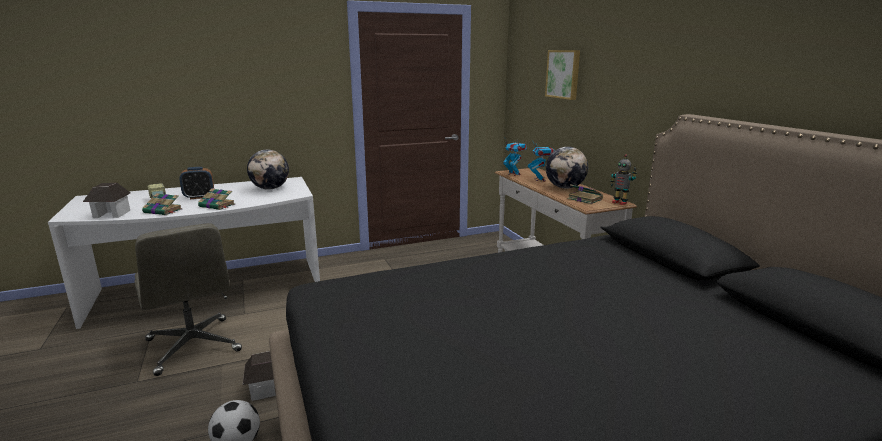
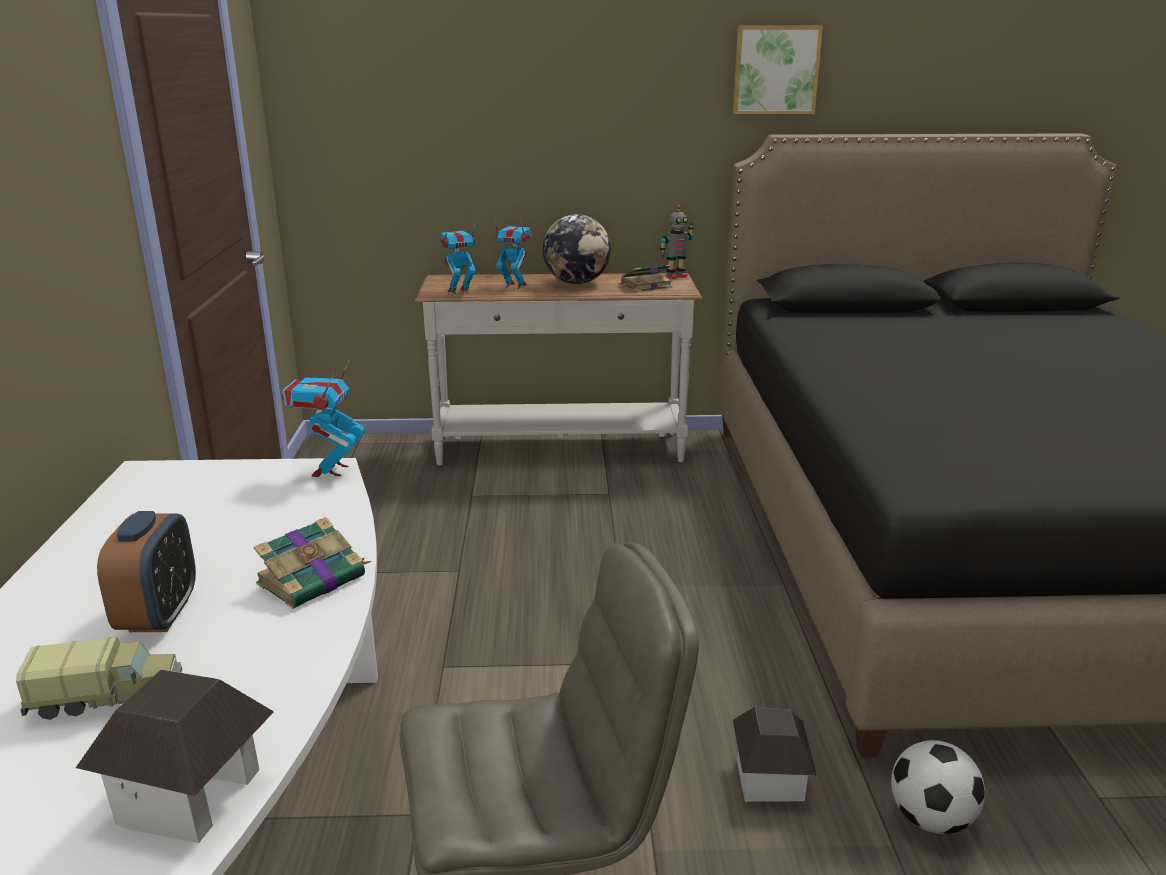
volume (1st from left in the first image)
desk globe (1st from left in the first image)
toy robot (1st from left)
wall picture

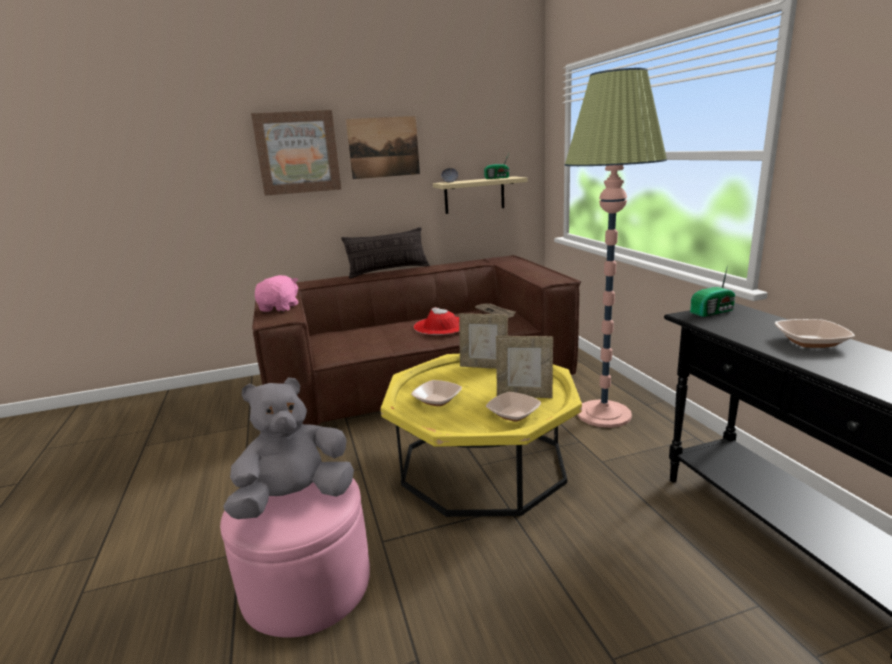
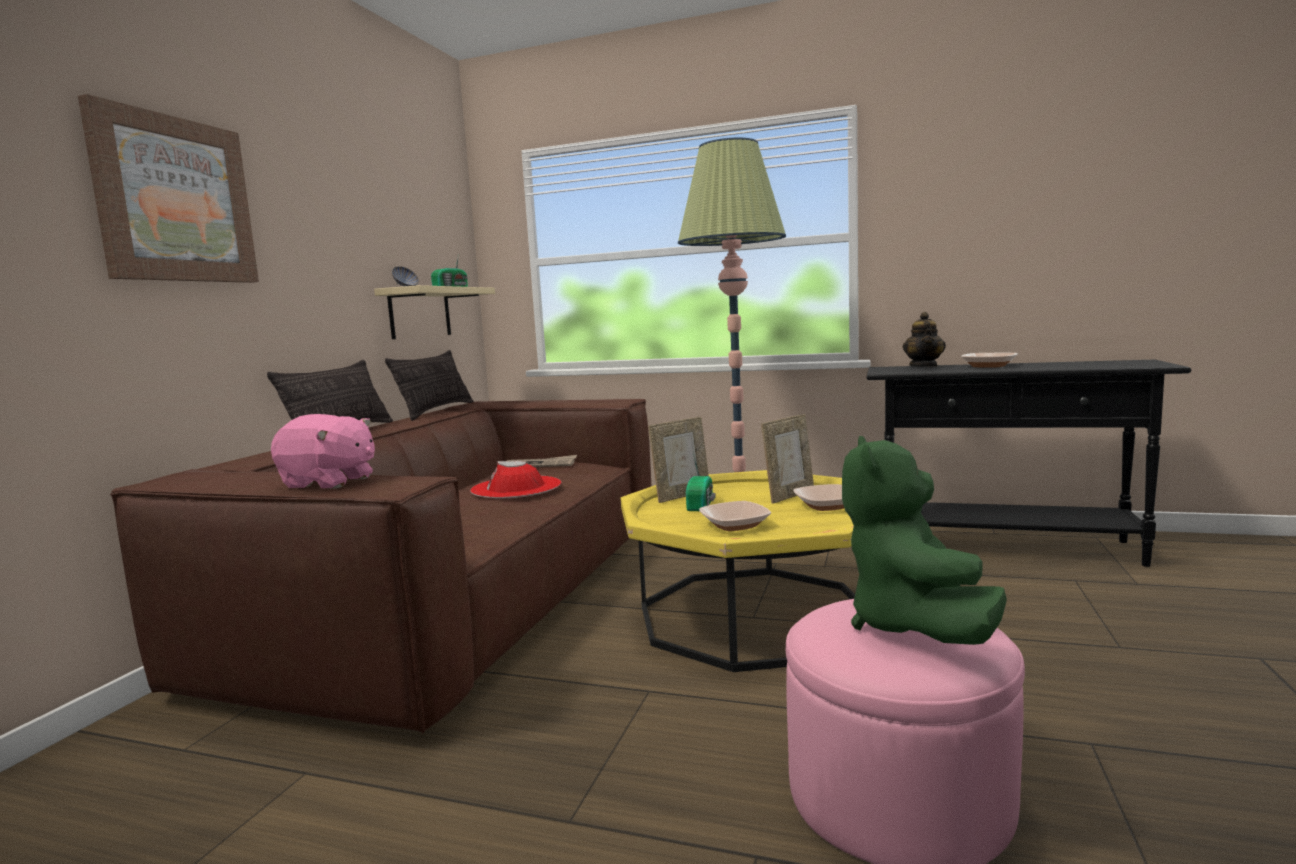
wall picture (2nd from left in the first image)
pillow (2nd from left)
pot for tea
radio set (2nd from left)
green-coloured soft toy
pink soft toy

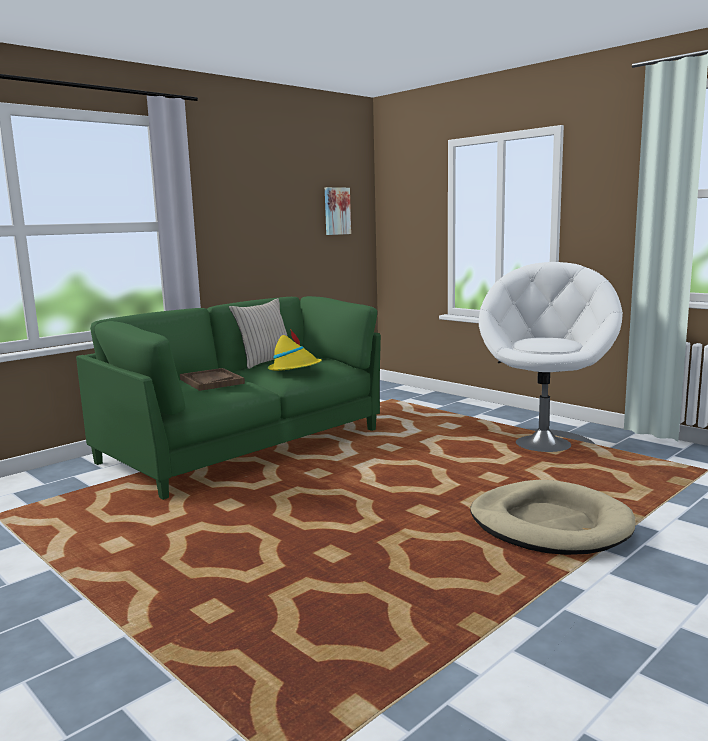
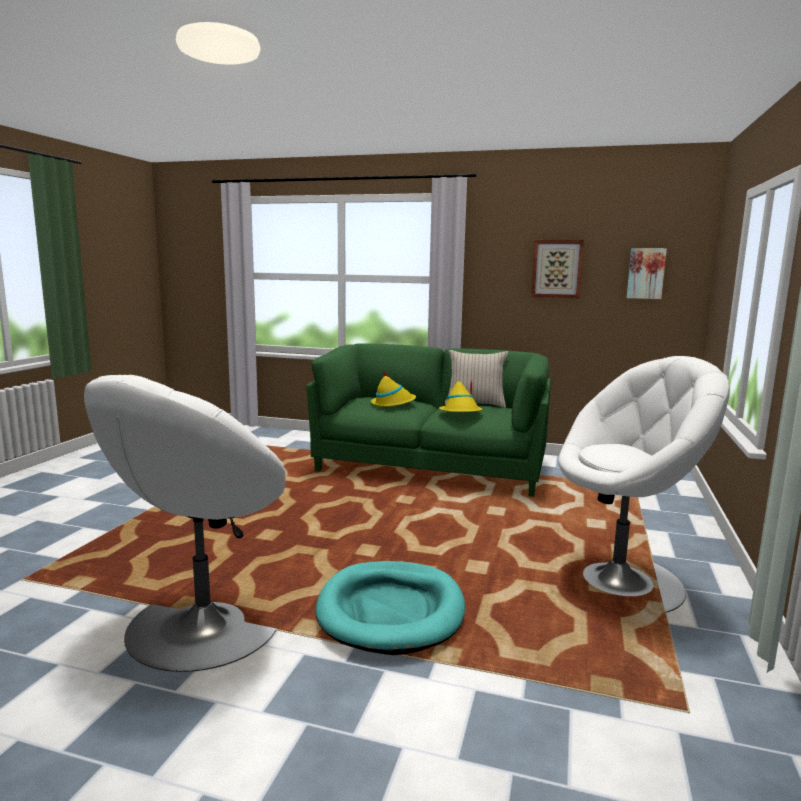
white-coloured armchair (1st from left)
wall picture (1st from left)
yellow hat (1st from left)
turquoise dog bed

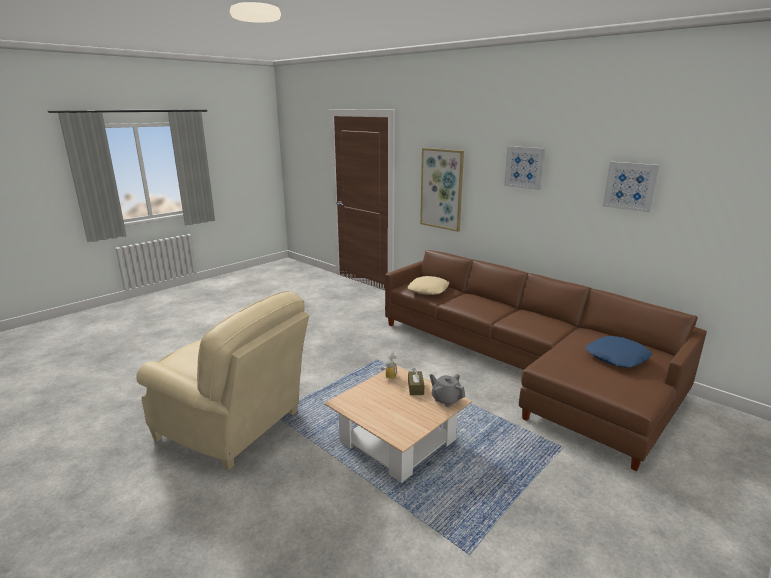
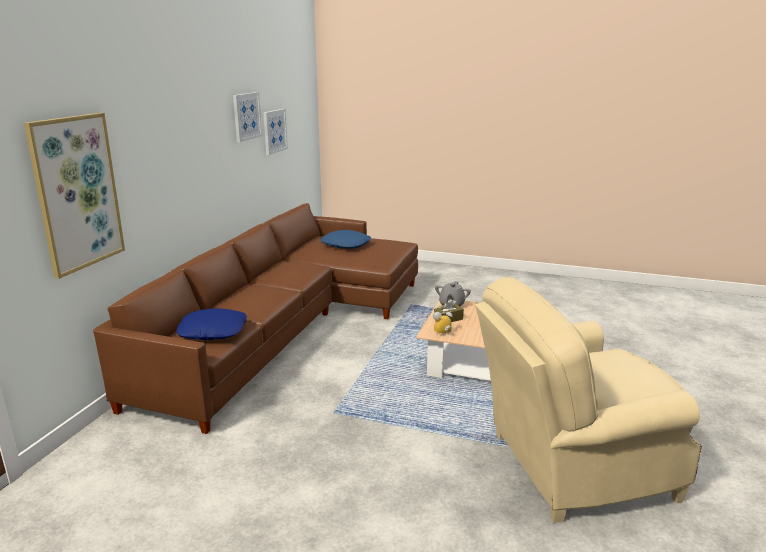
wall picture (3rd from left)
bluish pillow (1st from left)
beige-coloured armchair

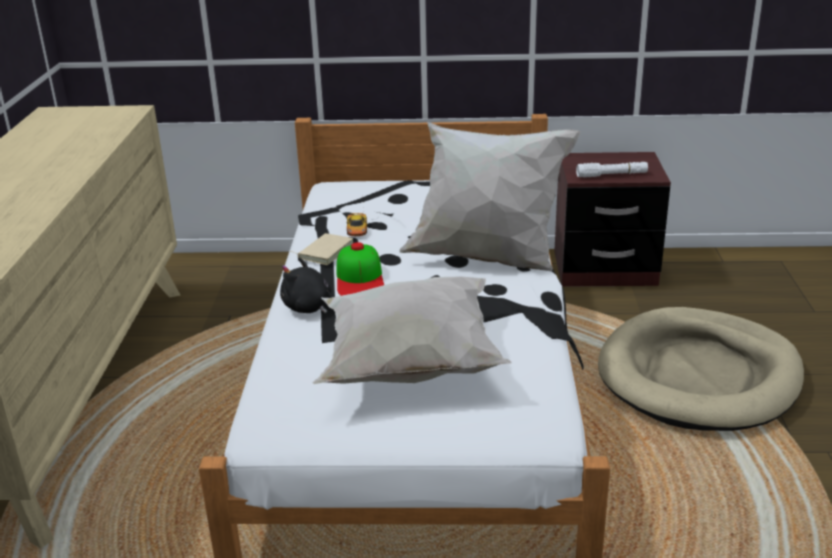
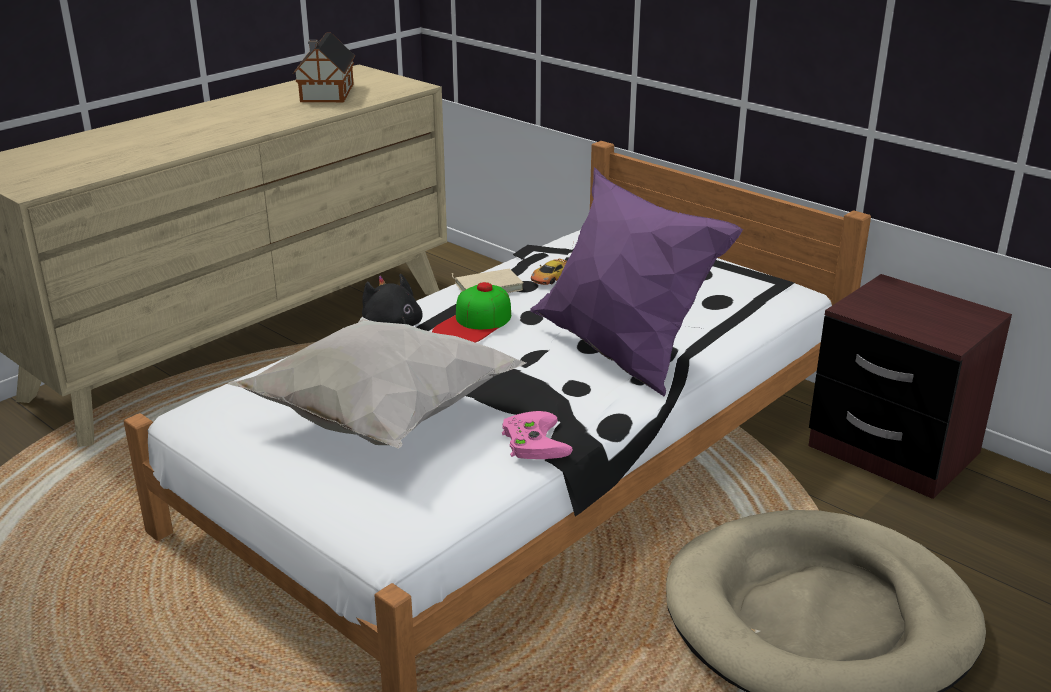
white-coloured torch
model house
pink joypad
purple pillow

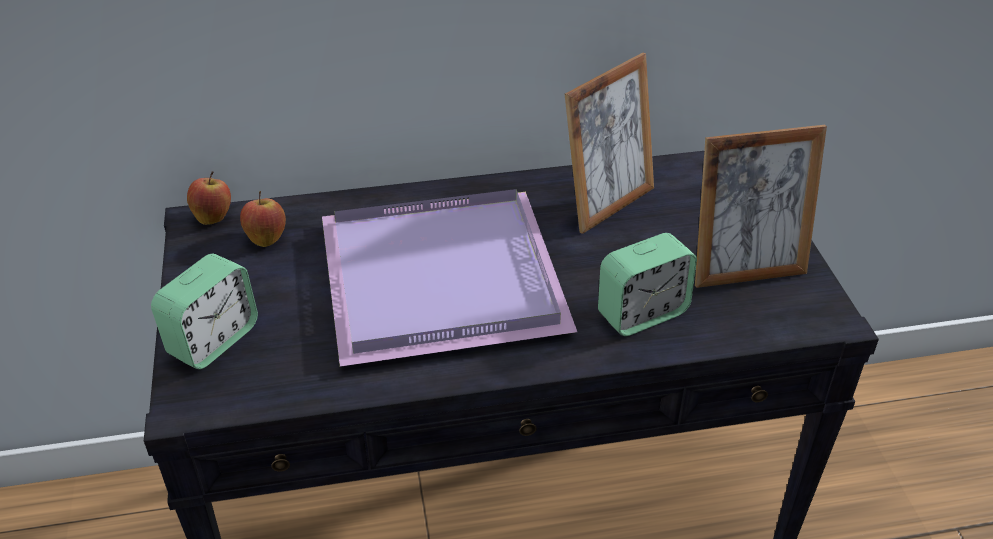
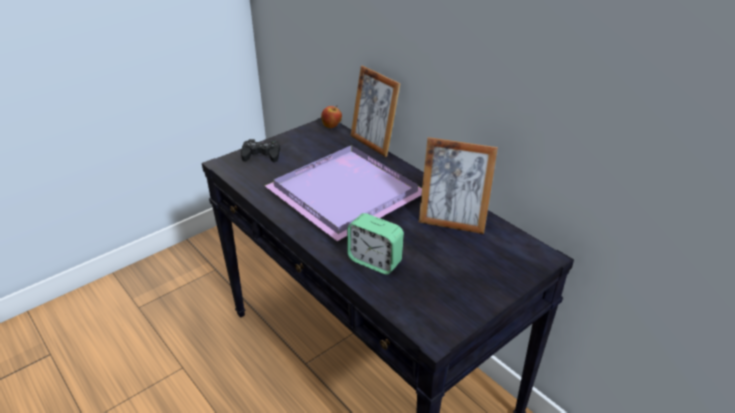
whole apple (2nd from left in the first image)
picture frame (1st from left)
black-coloured joypad

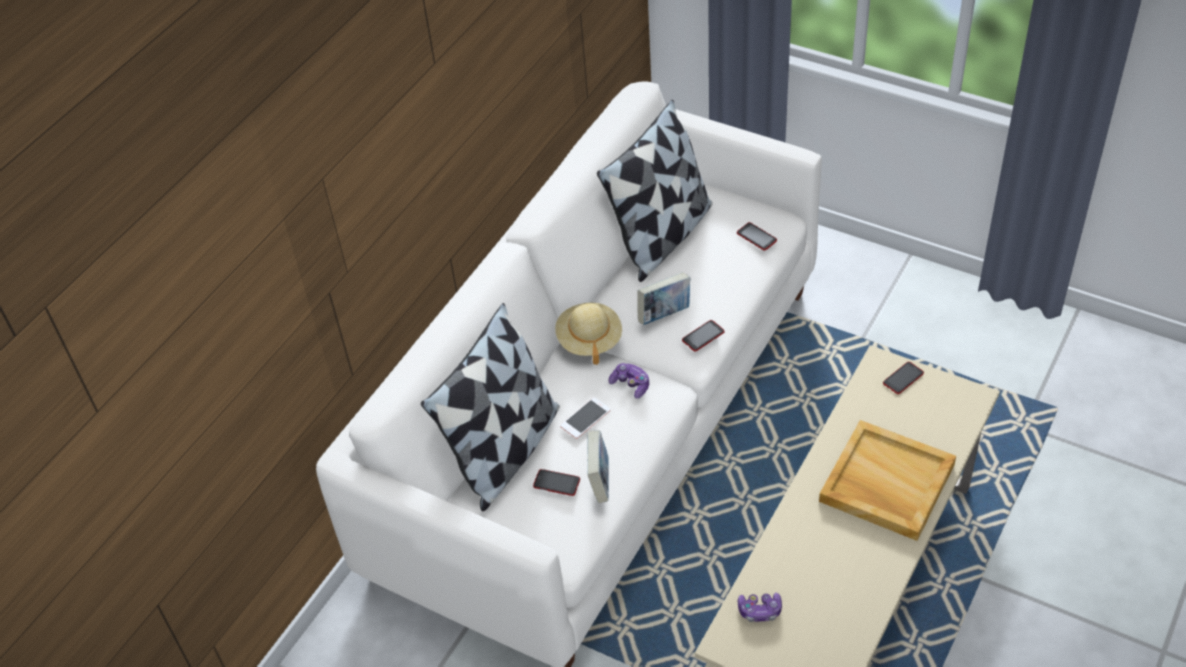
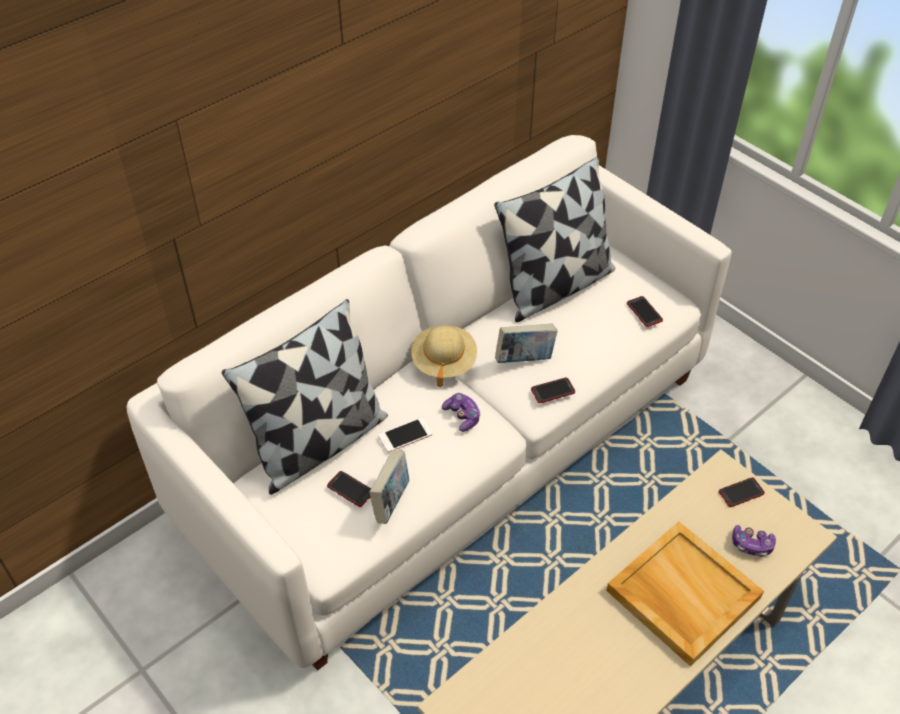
joypad (2nd from left)

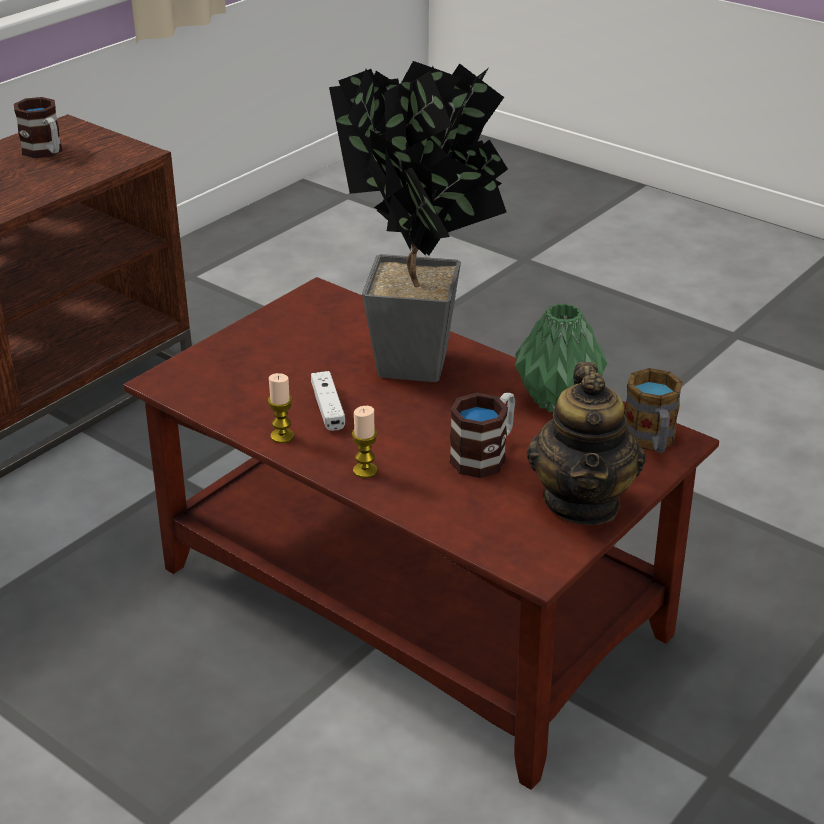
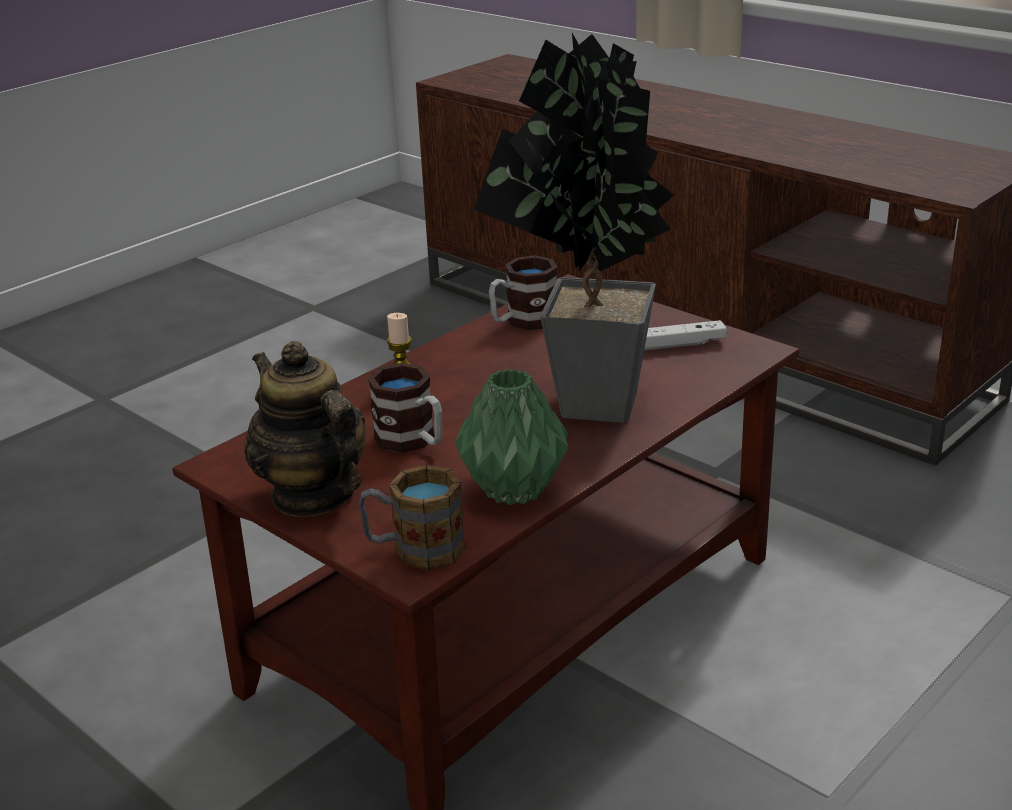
wax candle (1st from left in the first image)
mug (3rd from left)
white-coloured joypad
pot for tea

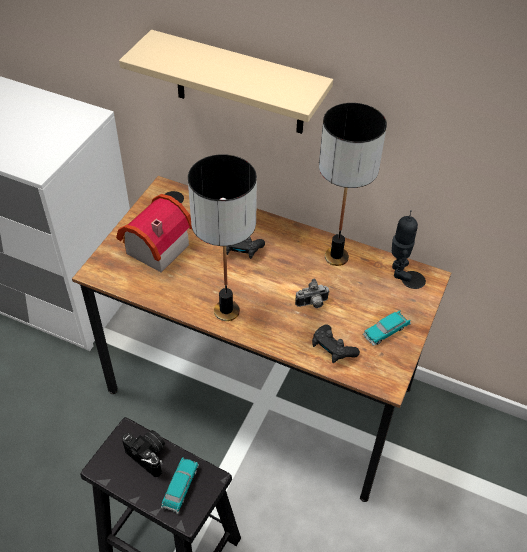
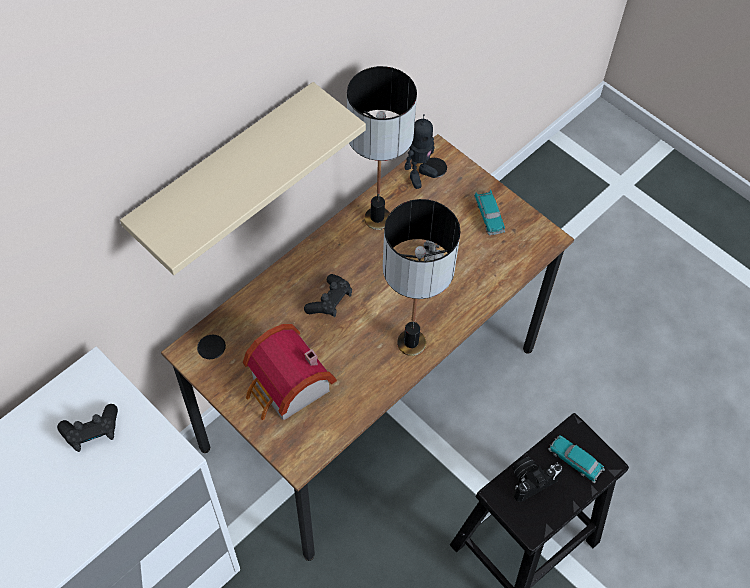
black-coloured joypad (1st from left)
toy robot

